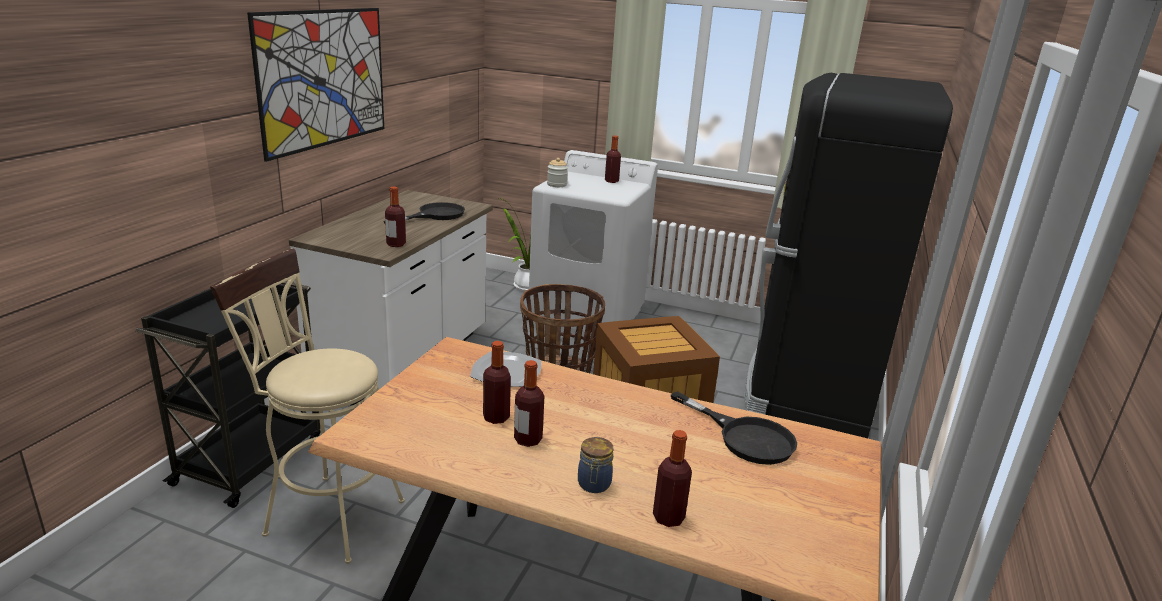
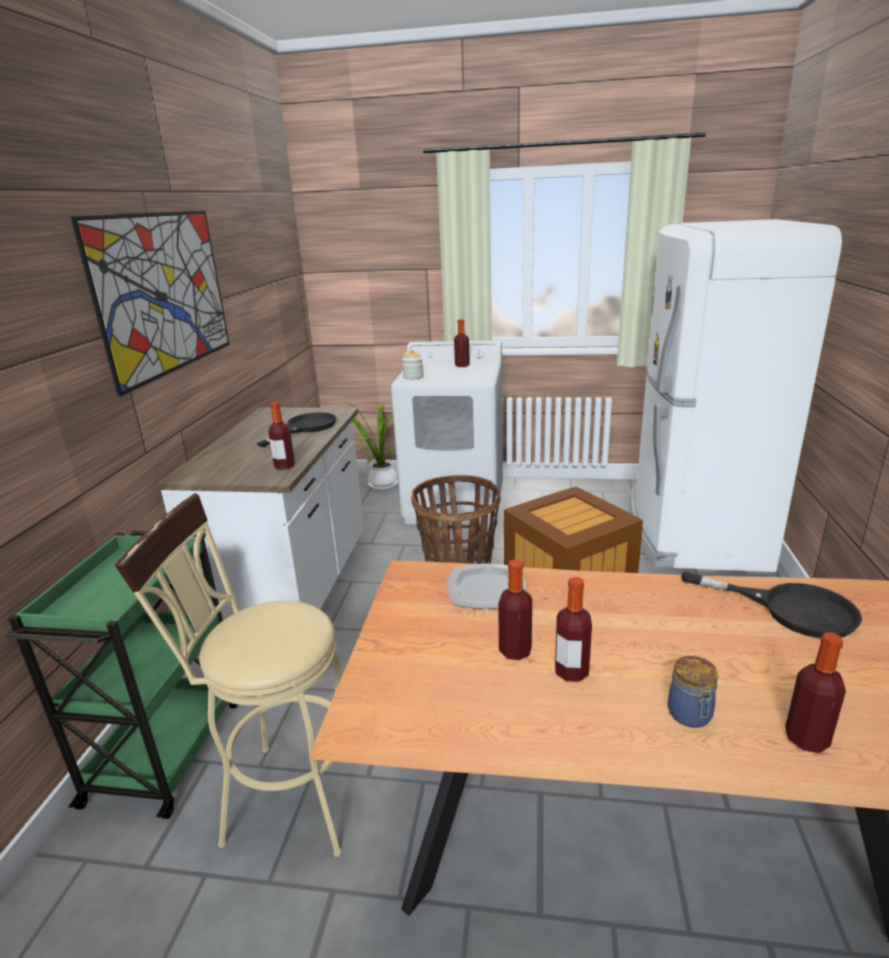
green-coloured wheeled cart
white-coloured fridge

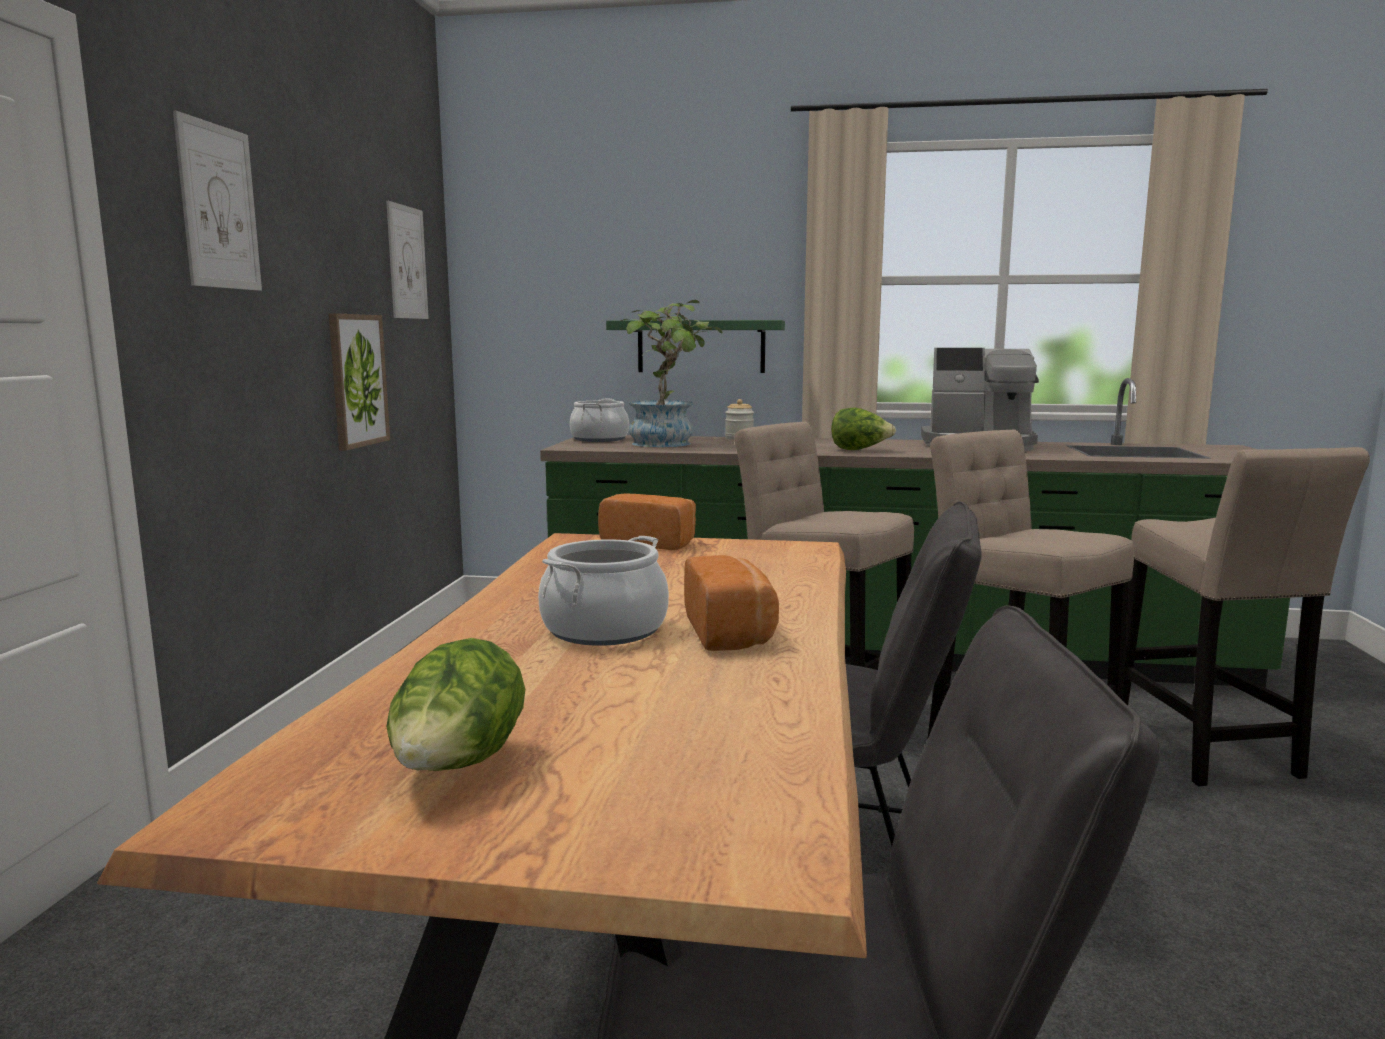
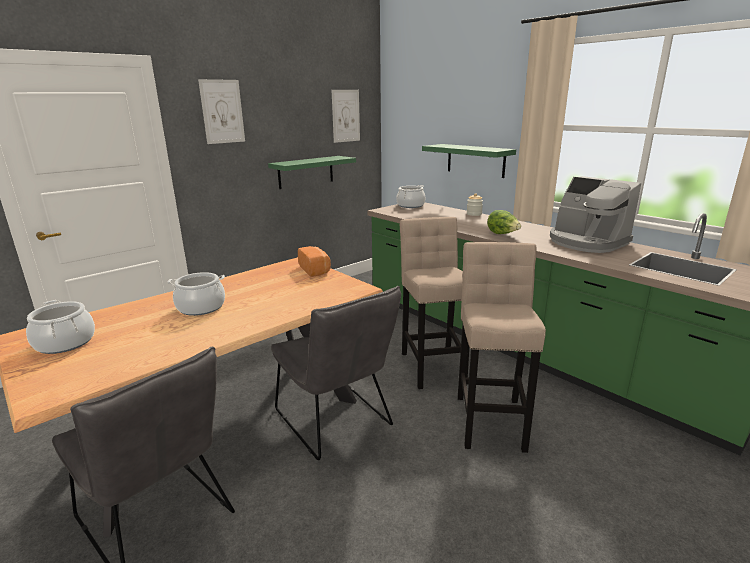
potted plant
bread (2nd from left in the first image)
beige-coloured stool seat (3rd from left in the first image)
green-coloured wall shelf (1st from left)
cooking pot (1st from left)

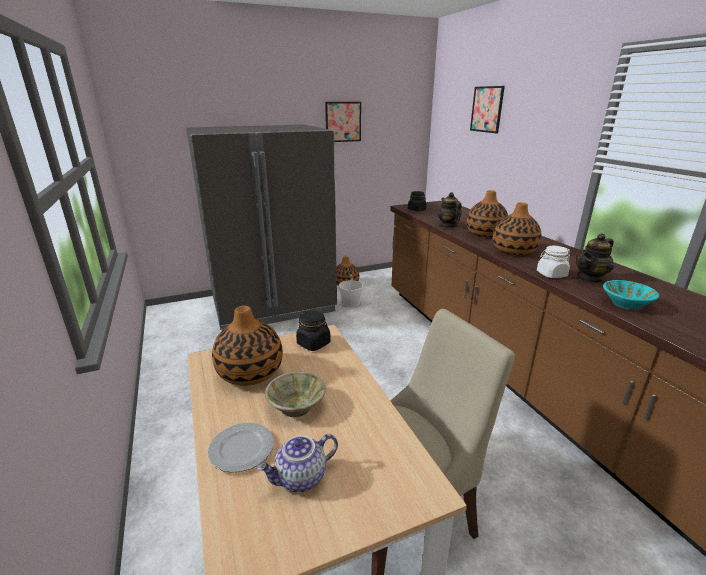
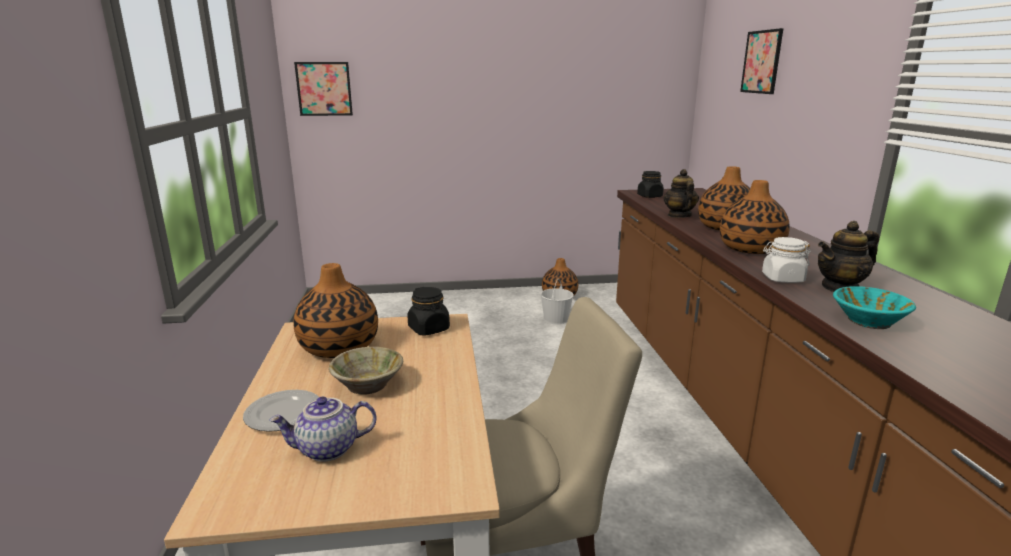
grey fridge
wall picture (1st from left)

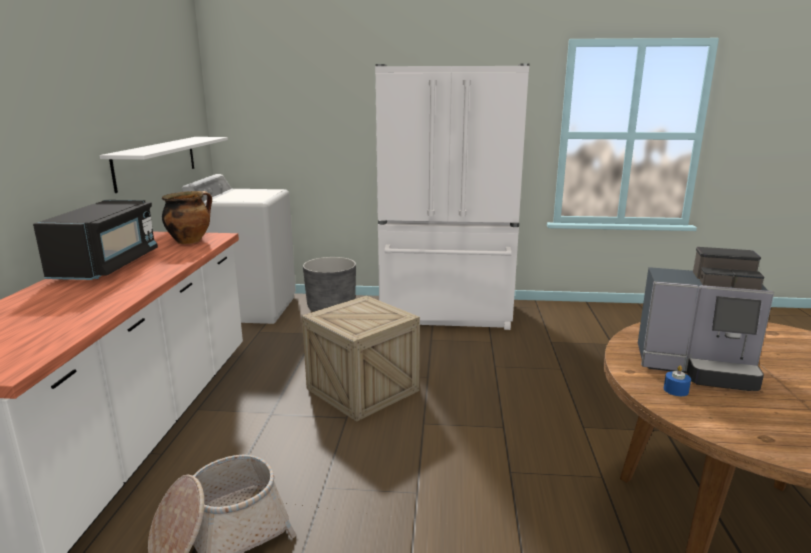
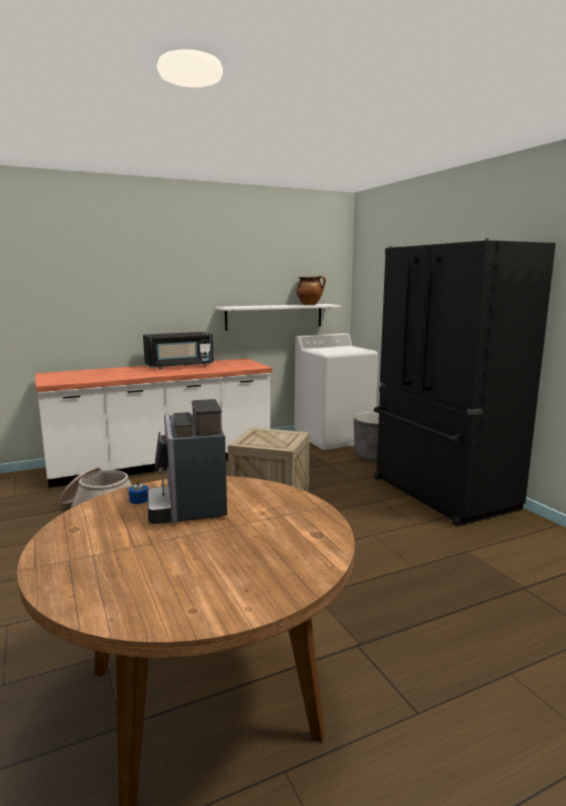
cooking pot
black-coloured fridge

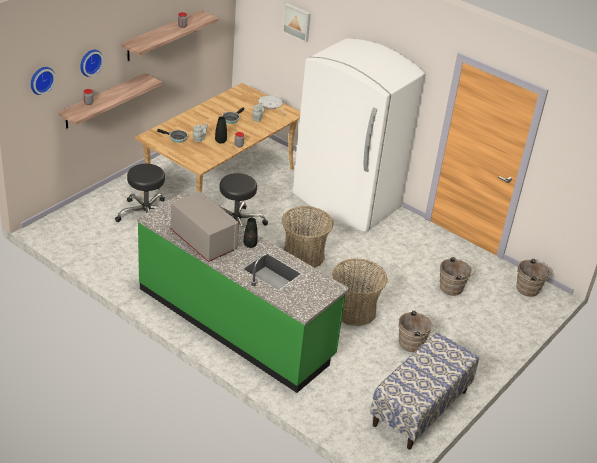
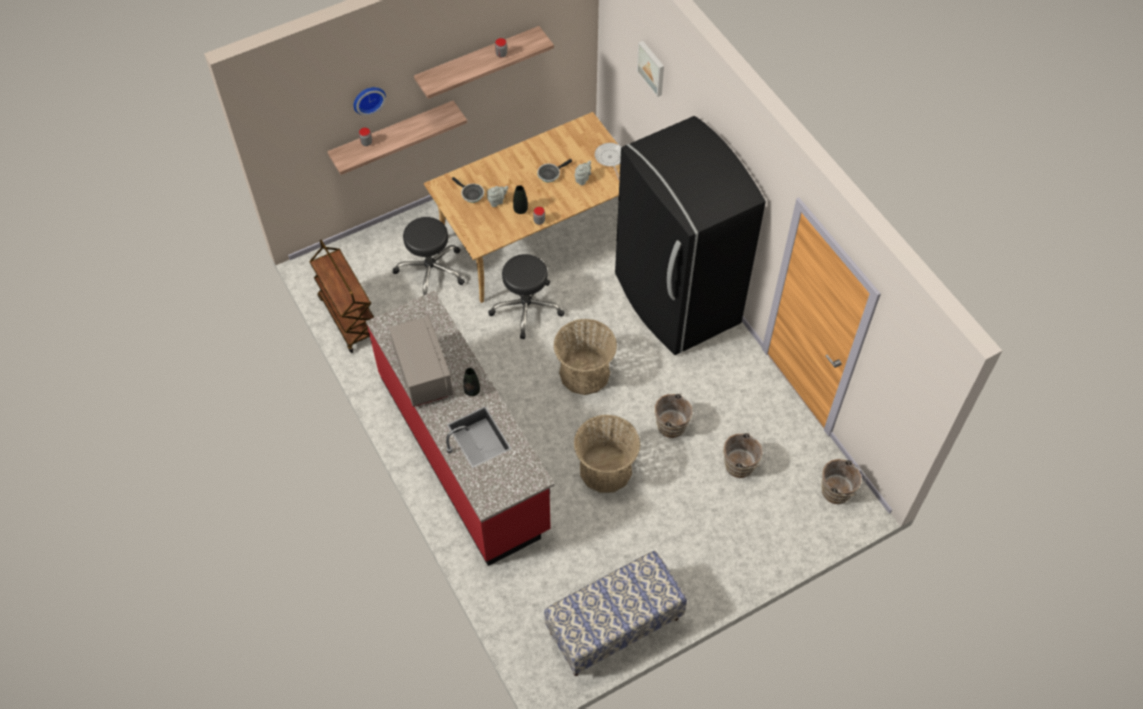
hanging clock (1st from left in the first image)
brown wheeled cart
brown pail (1st from left)
red-coloured kitchen counter
black-coloured fridge

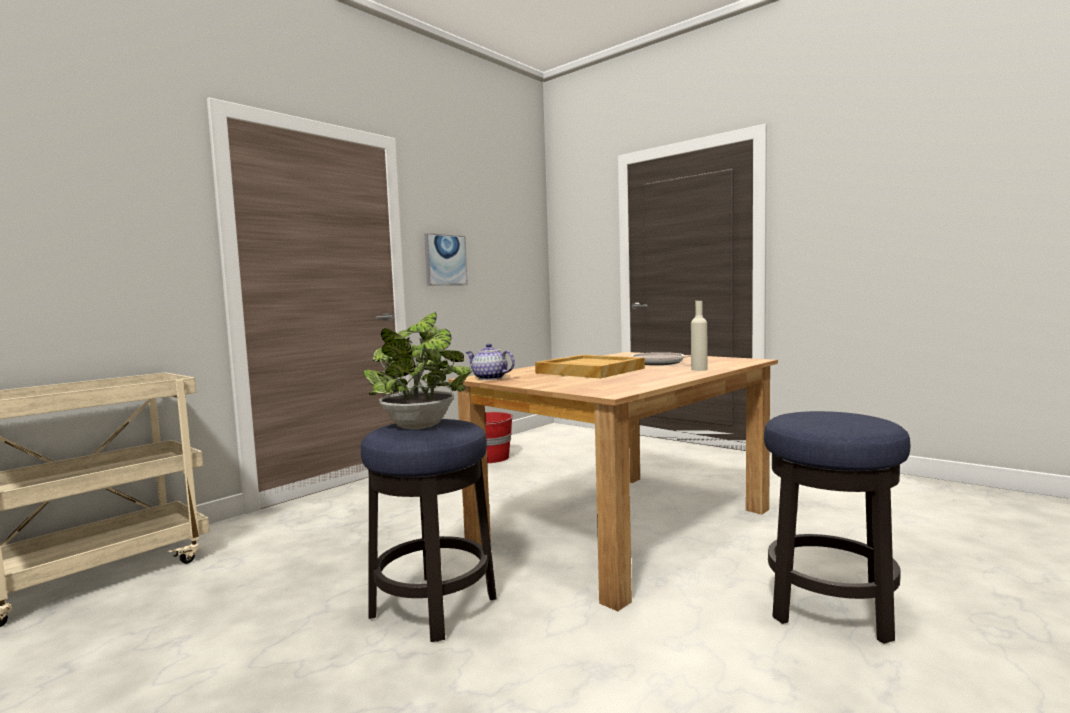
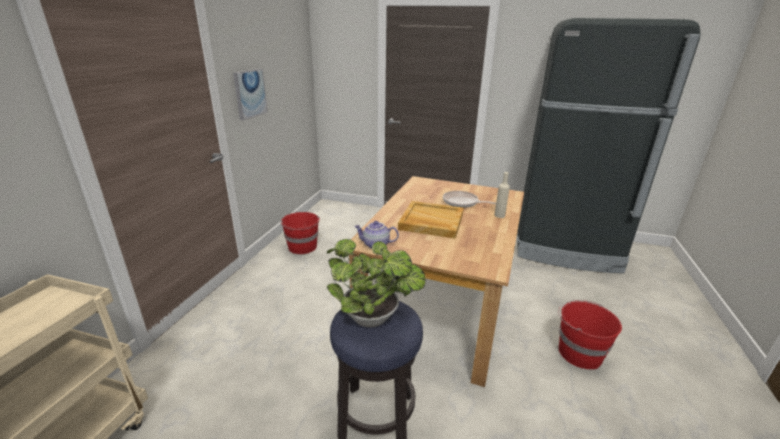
black-coloured fridge
red-coloured pail (2nd from left)

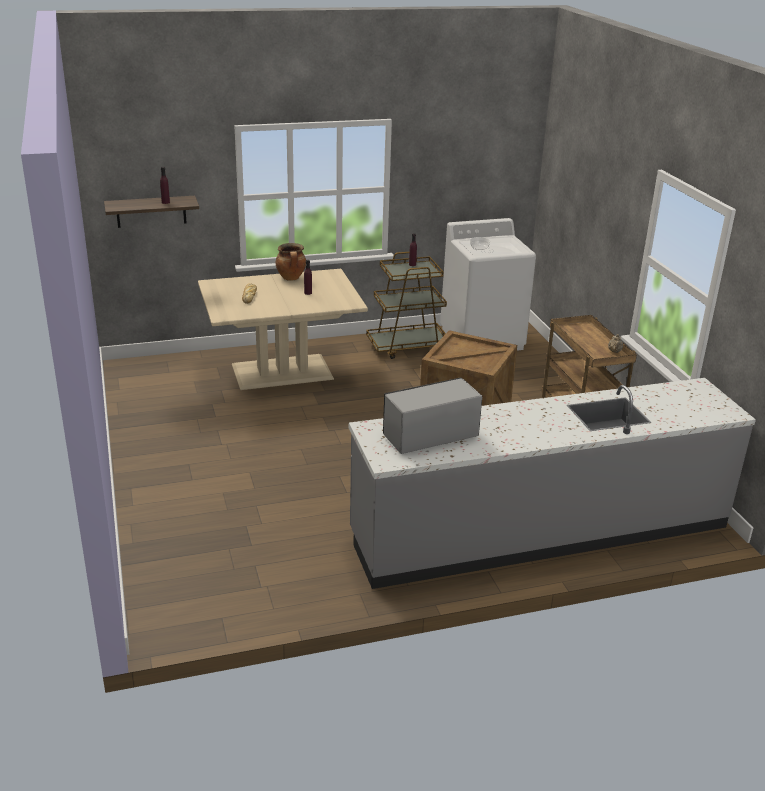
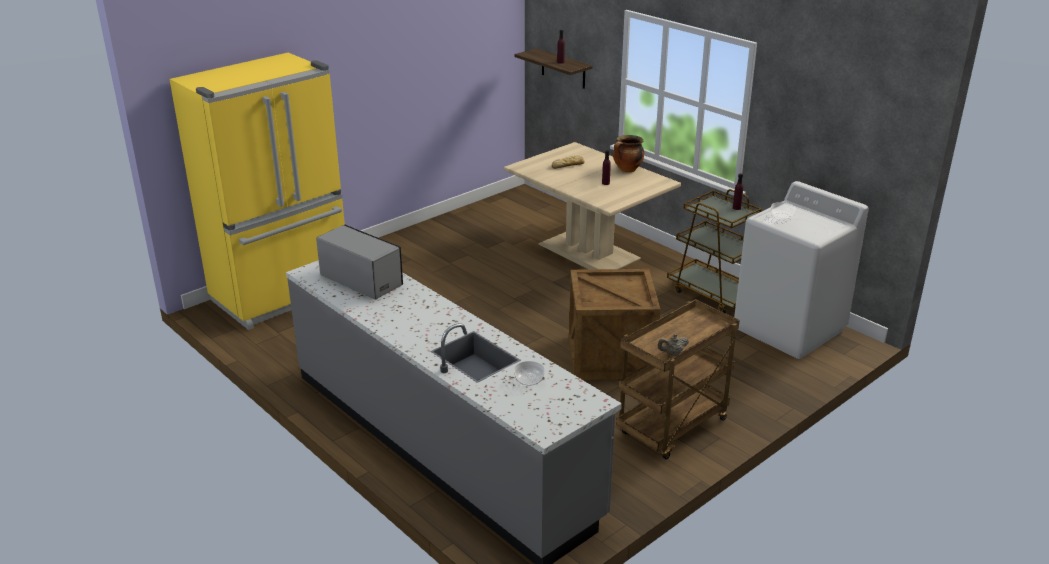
yellow fridge
deep dish (1st from left)

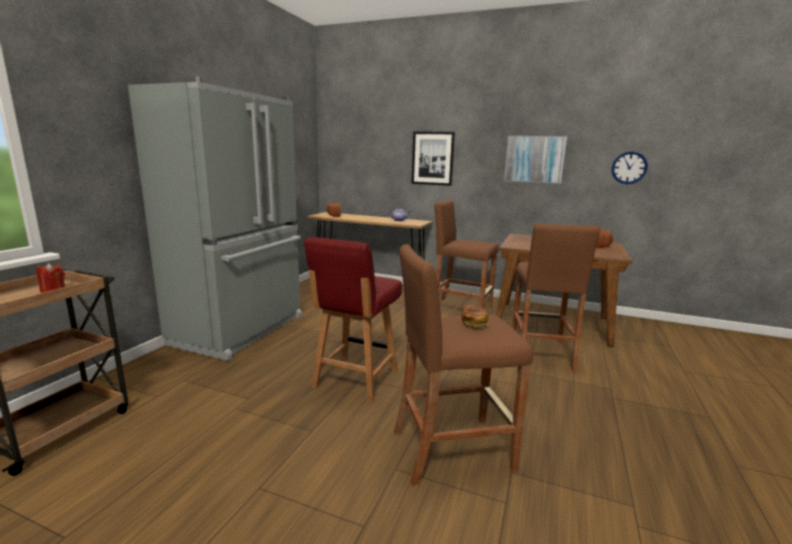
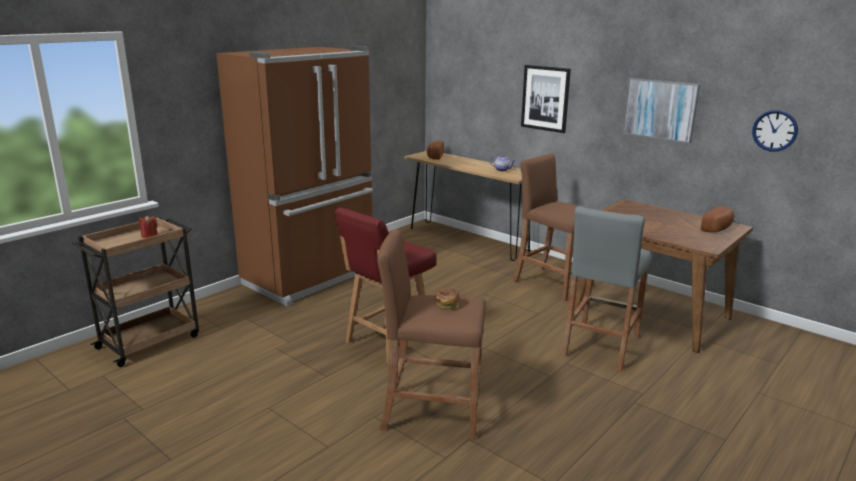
brown fridge
grey stool seat

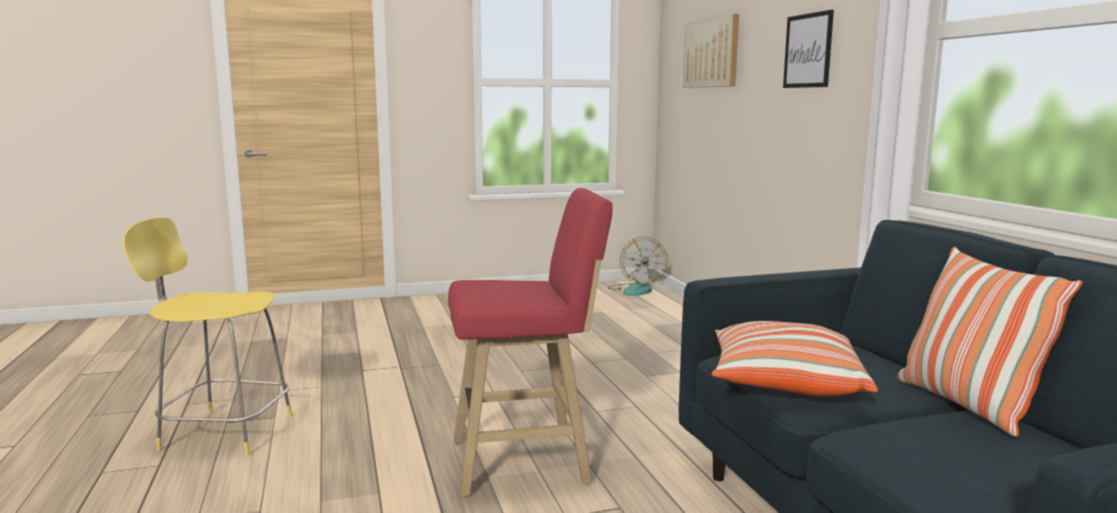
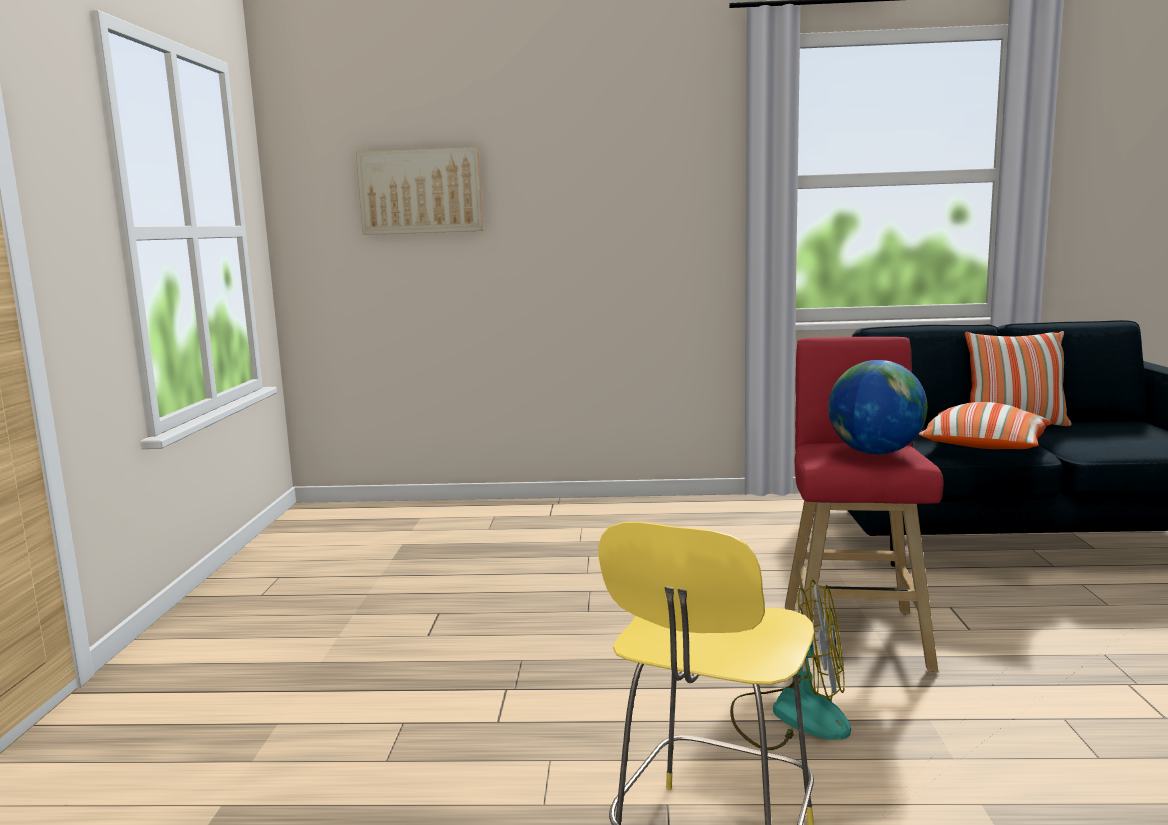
wall picture (2nd from left in the first image)
desk globe
electric fan

